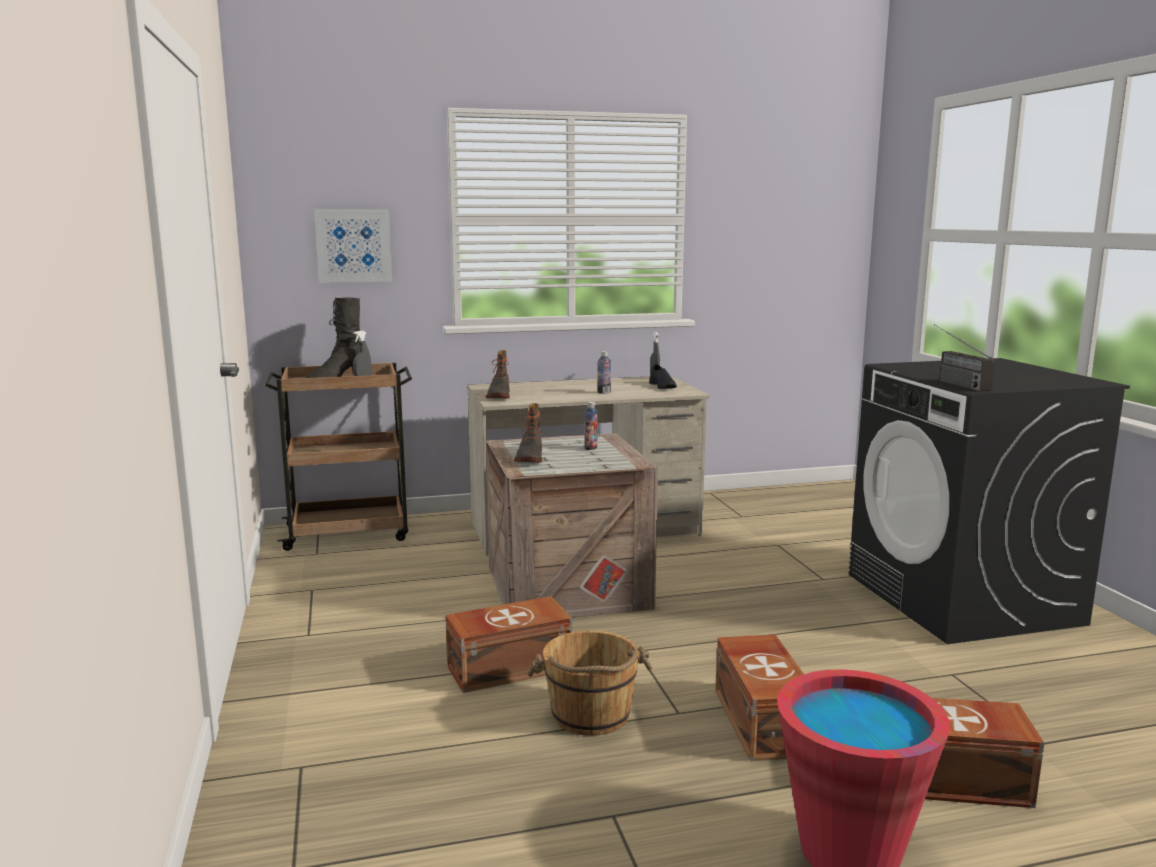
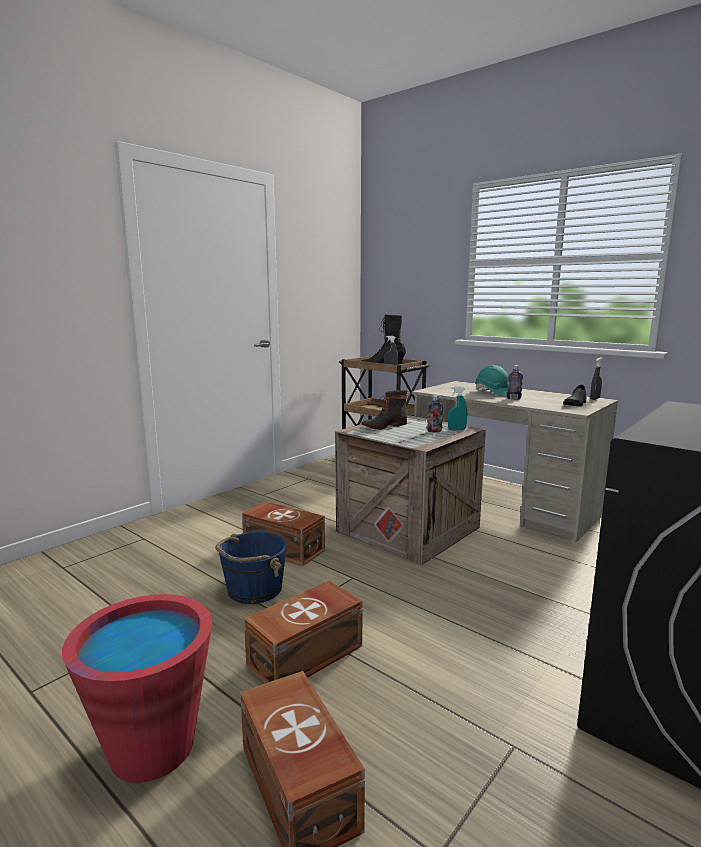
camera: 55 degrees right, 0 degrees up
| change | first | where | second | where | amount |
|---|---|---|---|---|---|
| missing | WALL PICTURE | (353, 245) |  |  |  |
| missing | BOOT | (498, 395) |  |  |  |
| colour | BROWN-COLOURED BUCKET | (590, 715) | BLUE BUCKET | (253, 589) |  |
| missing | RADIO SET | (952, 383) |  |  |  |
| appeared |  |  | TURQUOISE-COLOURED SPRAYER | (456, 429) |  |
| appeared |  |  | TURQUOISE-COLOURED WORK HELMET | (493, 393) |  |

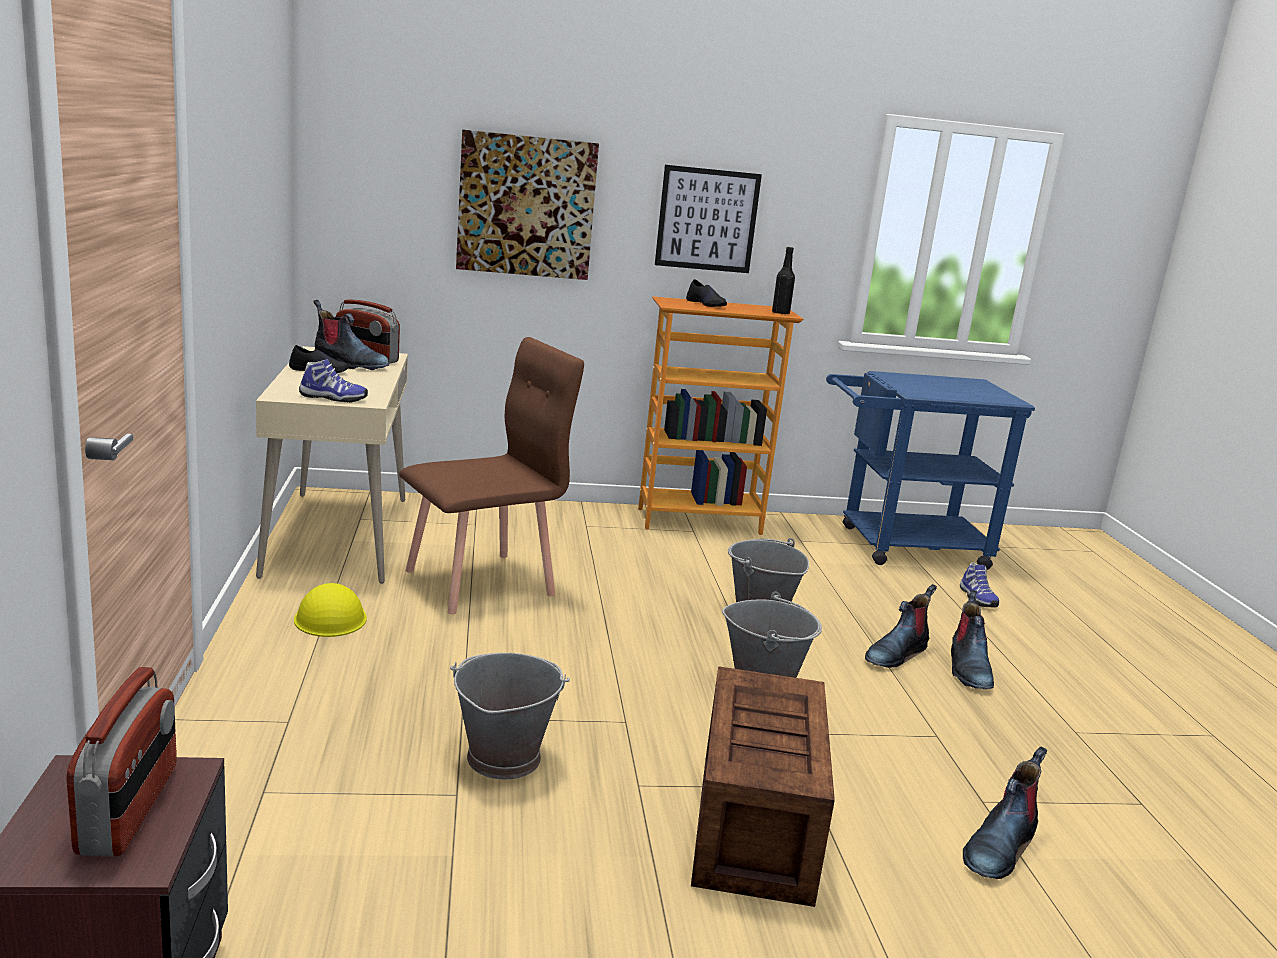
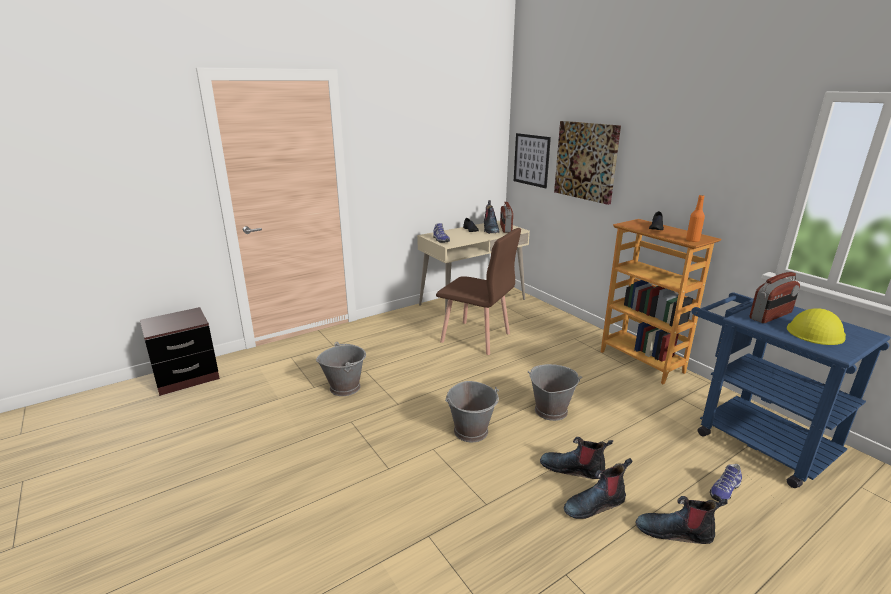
camera: 65 degrees right, 5 degrees up
| change | first | where | second | where | amount |
|---|---|---|---|---|---|
| relocated | RADIO SET | (130, 809) |  | (771, 316) |  |
| relocated | YELLOW-COLOURED WORK HELMET | (330, 617) |  | (815, 332) |  |
| relocated | WALL PICTURE | (707, 219) |  | (531, 160) |  |
| missing | CRATE | (754, 822) |  |  |  |
| colour | BLACK-COLOURED BEVERAGE BOTTLE | (780, 313) | ORANGE-COLOURED BEVERAGE BOTTLE | (692, 240) |  |
| relocated | BOOT | (999, 847) |  | (675, 531) |  |

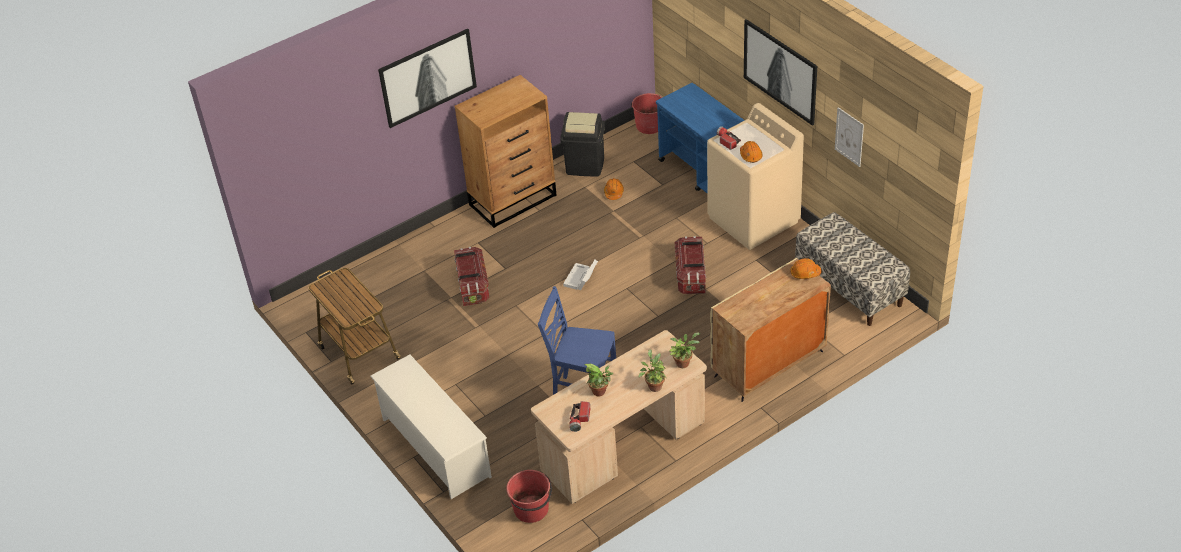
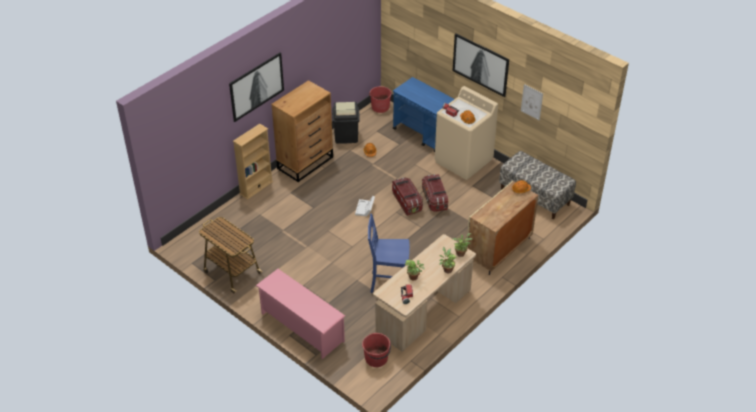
camera: 15 degrees left, 0 degrees up
| change | first | where | second | where | amount |
|---|---|---|---|---|---|
| colour | WHITISH SHOE SHELF | (435, 447) | PINK SHOE SHELF | (301, 327) |  |
| relocated | STORAGE BOX | (472, 285) |  | (407, 202) |  |
| appeared |  |  | BEIGE-COLOURED BOOKSHELF | (256, 188) |  |

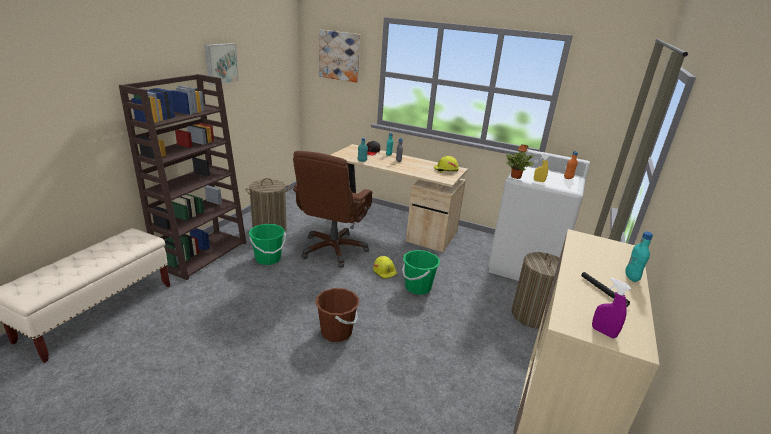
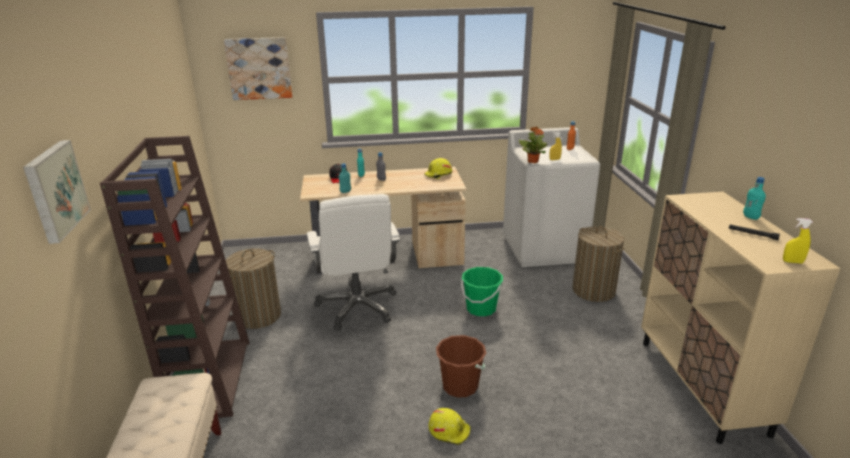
camera: 30 degrees left, 0 degrees up
| change | first | where | second | where | amount |
|---|---|---|---|---|---|
| relocated | WALL PICTURE | (220, 63) |  | (54, 190) |  |
| missing | GREEN-COLOURED BUCKET | (268, 259) |  |  |  |
| colour | BROWN-COLOURED DESK CHAIR | (333, 249) | WHITISH DESK CHAIR | (358, 307) |  |
| relocated | YELLOW-COLOURED WORK HELMET | (385, 271) |  | (449, 430) |  |
| colour | PURPLE SPRAYER | (603, 332) | YELLOW-COLOURED SPRAYER | (792, 262) |  |

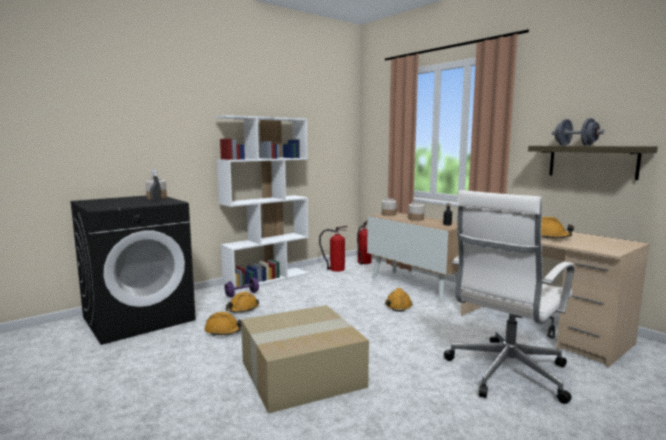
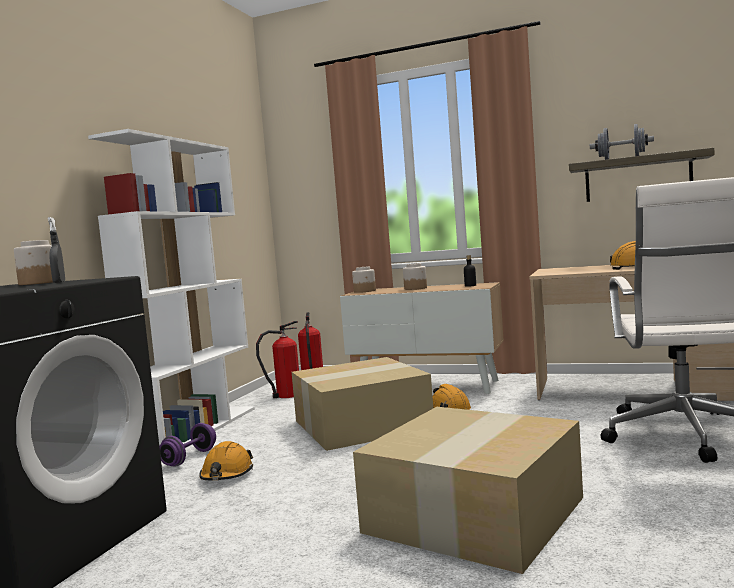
camera: 30 degrees left, 5 degrees down
| change | first | where | second | where | amount |
|---|---|---|---|---|---|
| missing | ORANGE-COLOURED WORK HELMET | (224, 331) |  |  |  |
| appeared |  |  | PACKING BOX | (363, 424) |  |

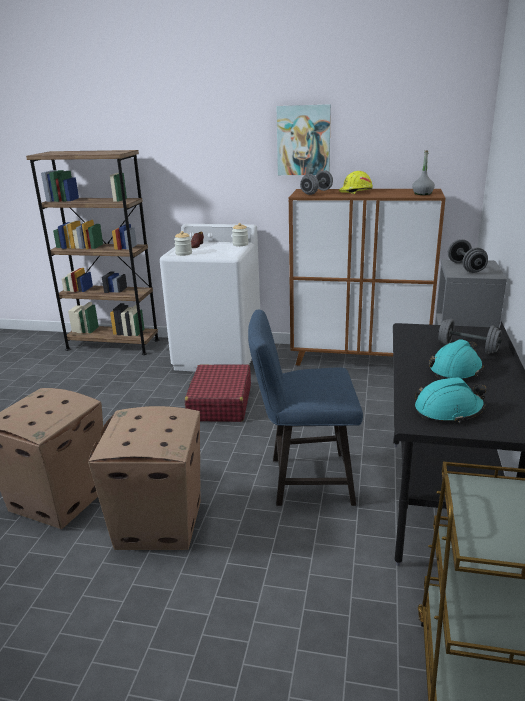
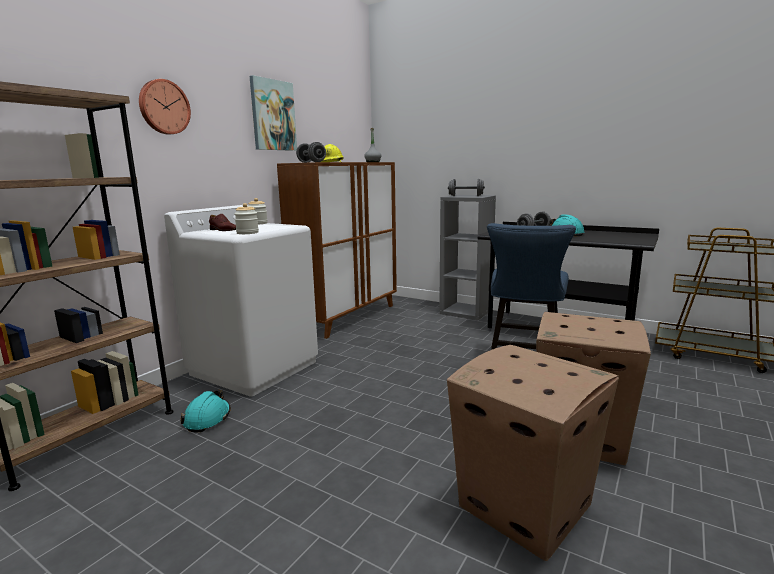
camera: 70 degrees left, 10 degrees down
| change | first | where | second | where | amount |
|---|---|---|---|---|---|
| missing | REDDISH SUITCASE | (220, 403) |  |  |  |
| relocated | TURQUOISE-COLOURED WORK HELMET | (448, 410) |  | (207, 418) |  |
| appeared |  |  | WALL CLOCK | (163, 107) |  |

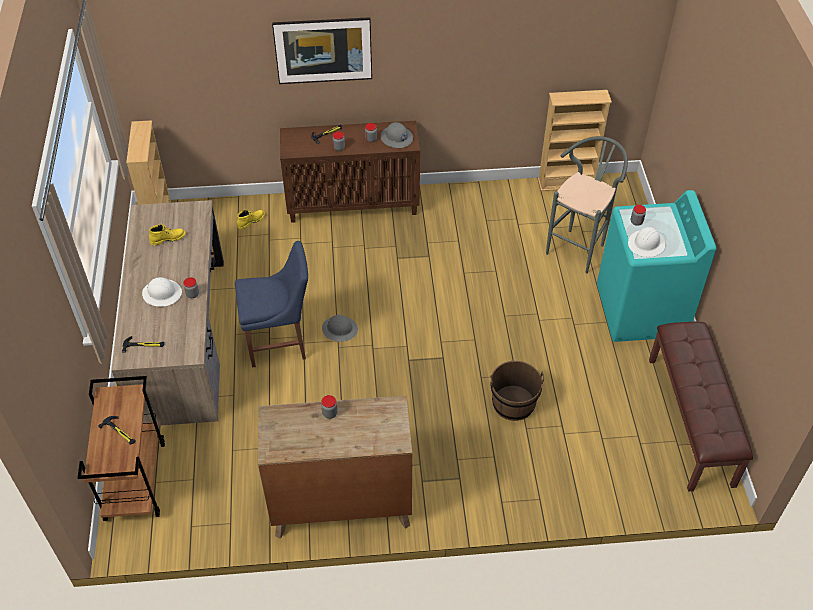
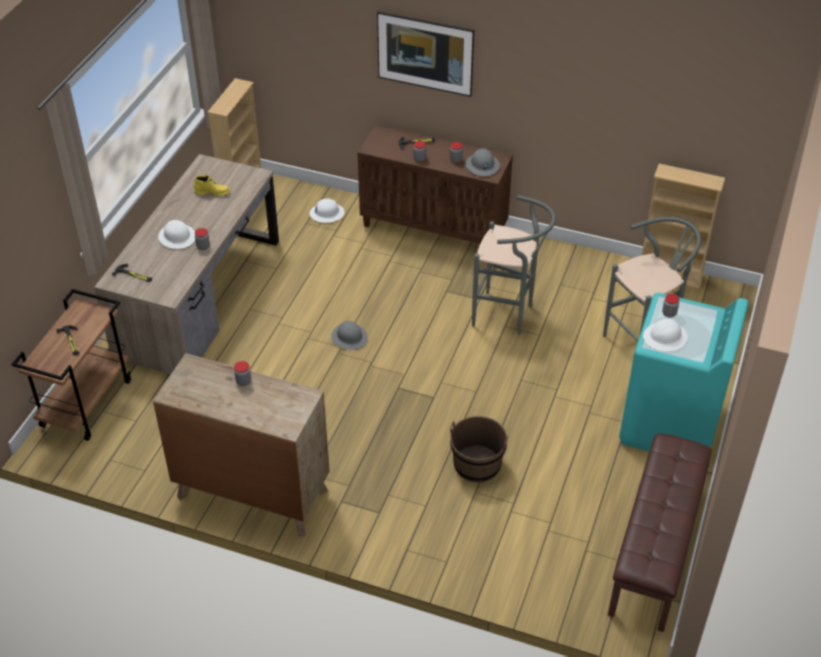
camera: 25 degrees right, 5 degrees down
| change | first | where | second | where | amount |
|---|---|---|---|---|---|
| missing | BLUE UPRIGHT CHAIR | (280, 343) |  |  |  |
| exchanged | YELLOW-COLOURED BOOT | (251, 221) | WHITISH WORK HELMET | (327, 213) |  |
| appeared |  |  | GRAY STOOL | (508, 316) |  |

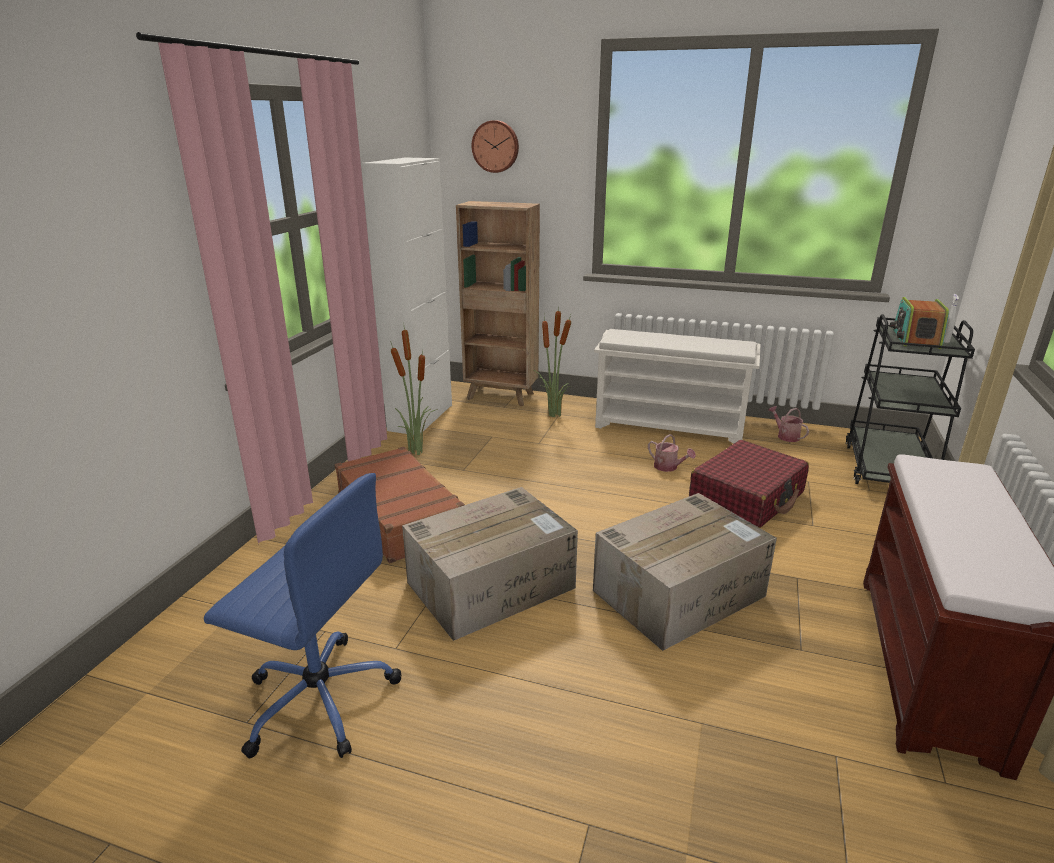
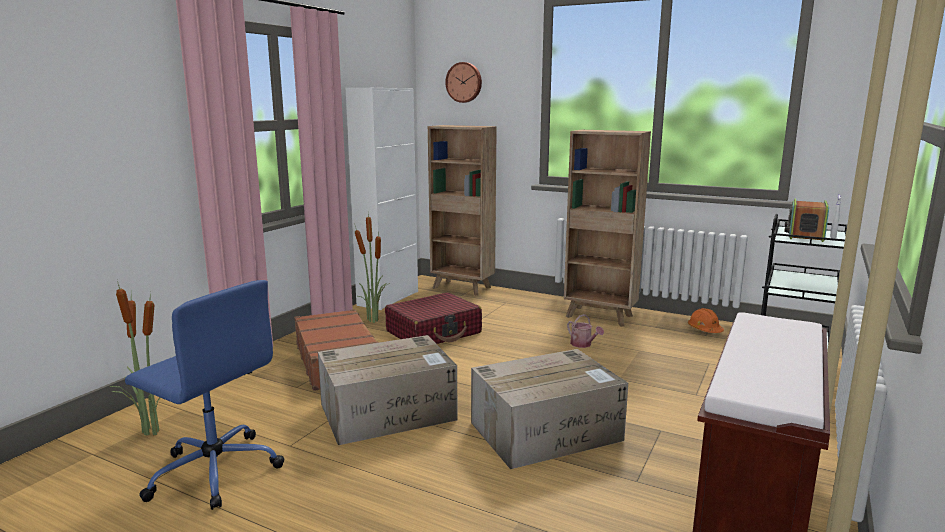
camera: 10 degrees right, 10 degrees down
| change | first | where | second | where | amount |
|---|---|---|---|---|---|
| relocated | HOUSEPLANT | (553, 415) |  | (149, 432) |  |
| exchanged | WHITISH SHOE SHELF | (670, 426) | BROWN-COLOURED BOOKSHELF | (600, 317) |  |
| relocated | REDDISH SUITCASE | (747, 497) |  | (434, 332) |  |
| exchanged | SPRINKLING CAN | (785, 436) | ORANGE-COLOURED WORK HELMET | (704, 329) |  |

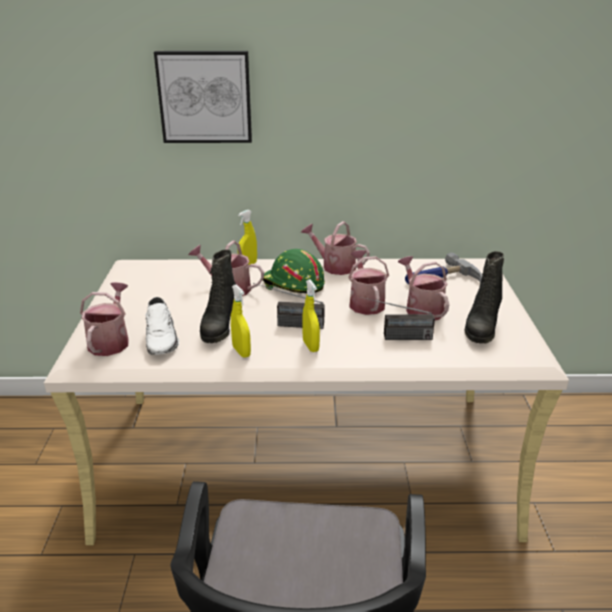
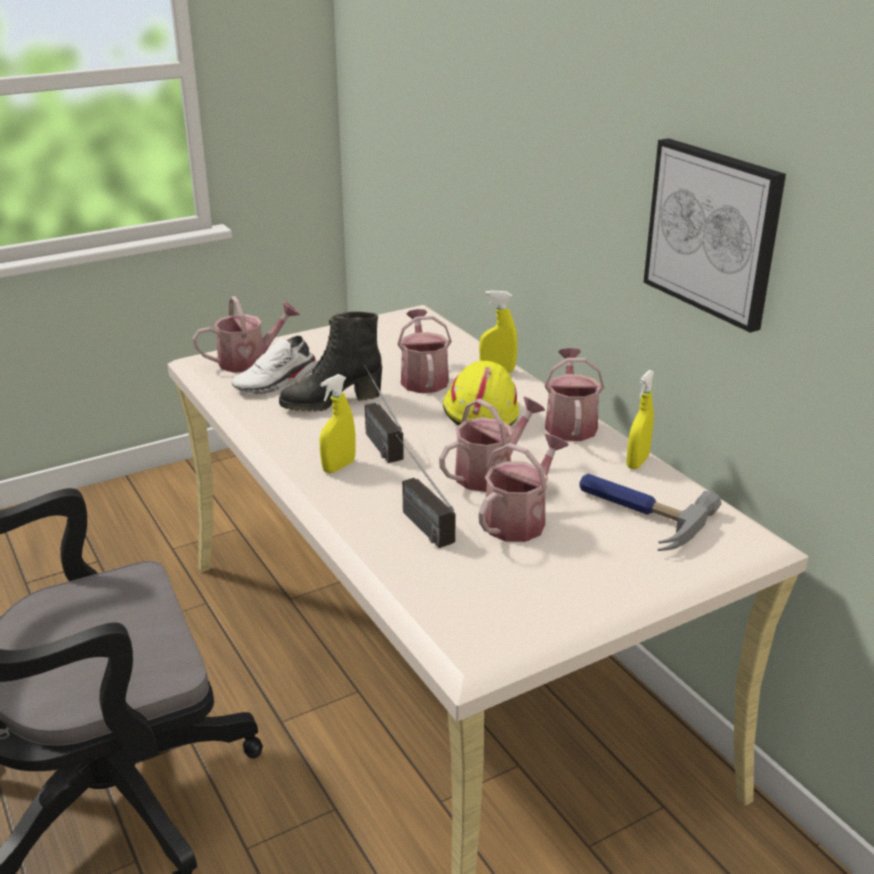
camera: 60 degrees right, 0 degrees up
| change | first | where | second | where | amount |
|---|---|---|---|---|---|
| relocated | WALL PICTURE | (205, 97) |  | (713, 232) |  |
| relocated | YELLOW-COLOURED SPRAYER | (241, 352) |  | (637, 462) |  |
| colour | GREEN-COLOURED WORK HELMET | (293, 285) | YELLOW-COLOURED WORK HELMET | (479, 412) |  |
| missing | BLACK-COLOURED BOOT | (481, 327) |  |  |  |

